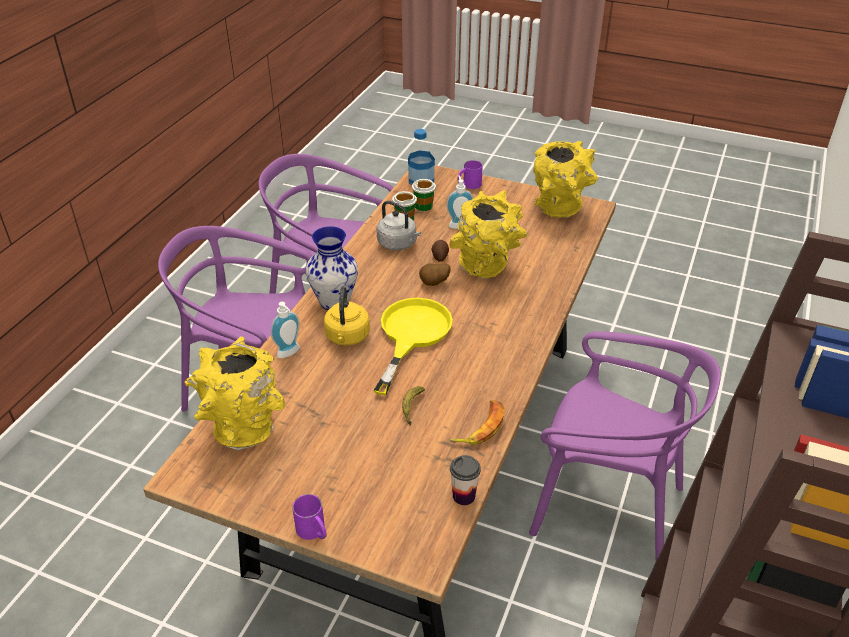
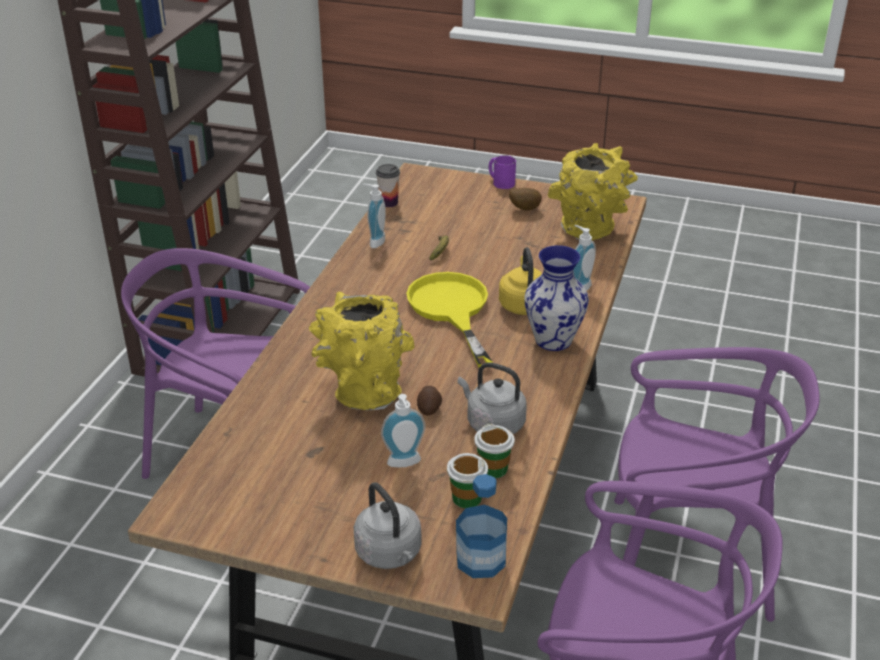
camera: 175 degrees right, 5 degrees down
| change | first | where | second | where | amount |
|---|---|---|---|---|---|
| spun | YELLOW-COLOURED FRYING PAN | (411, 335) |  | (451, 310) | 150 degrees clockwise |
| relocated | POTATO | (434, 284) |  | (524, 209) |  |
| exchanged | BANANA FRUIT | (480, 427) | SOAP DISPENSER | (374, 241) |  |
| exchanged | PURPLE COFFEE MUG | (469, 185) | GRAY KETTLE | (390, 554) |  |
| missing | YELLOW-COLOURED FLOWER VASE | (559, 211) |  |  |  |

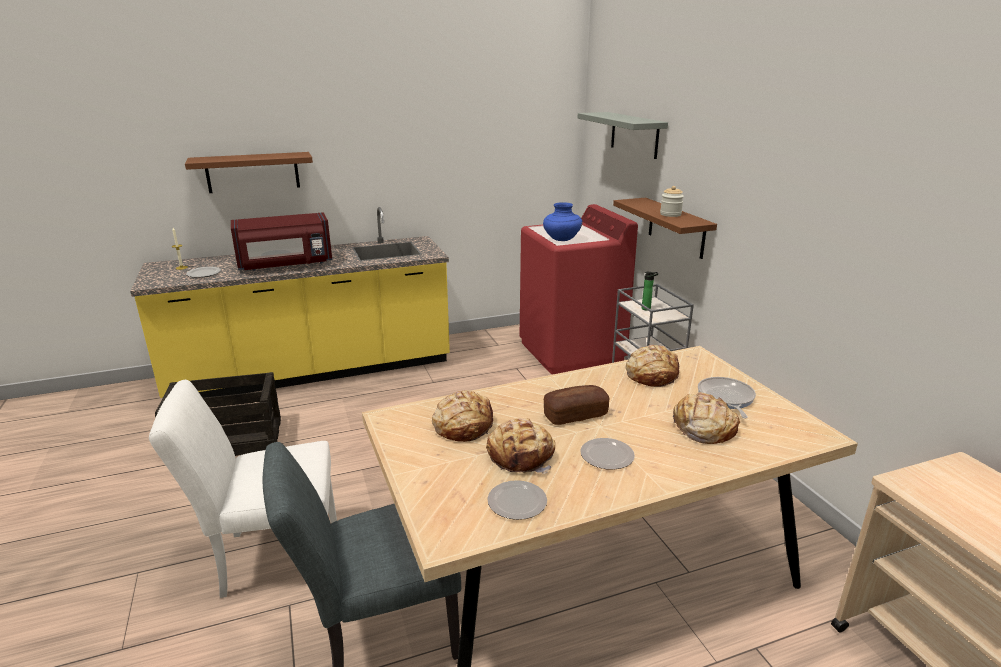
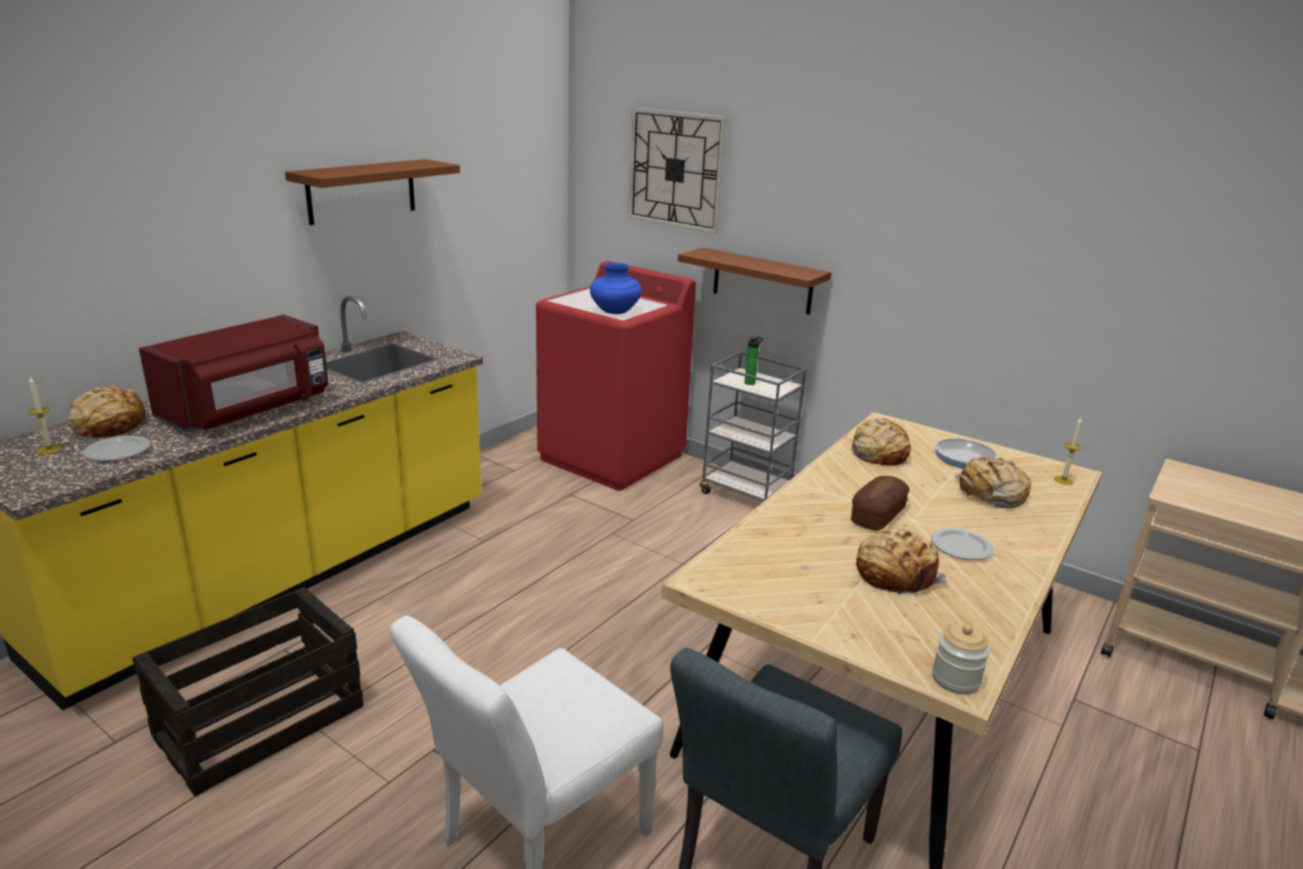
camera: 35 degrees left, 0 degrees up
| change | first | where | second | where | amount |
|---|---|---|---|---|---|
| relocated | BROWN-COLOURED WALL SHELF | (252, 172) |  | (362, 191) |  |
| relocated | BAKERY BREAD | (463, 425) |  | (109, 424) |  |
| missing | PLATE | (516, 502) |  |  |  |
| exchanged | GRAY WALL SHELF | (634, 134) | WALL CLOCK | (676, 170) |  |
| relocated | JAR | (670, 214) |  | (955, 679) |  |
| appeared |  |  | WAX LIGHT | (1063, 480) |  |

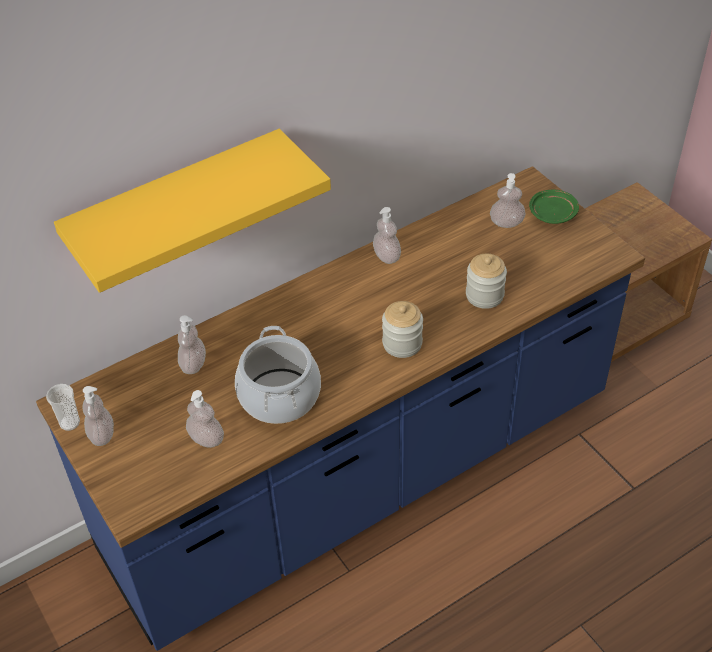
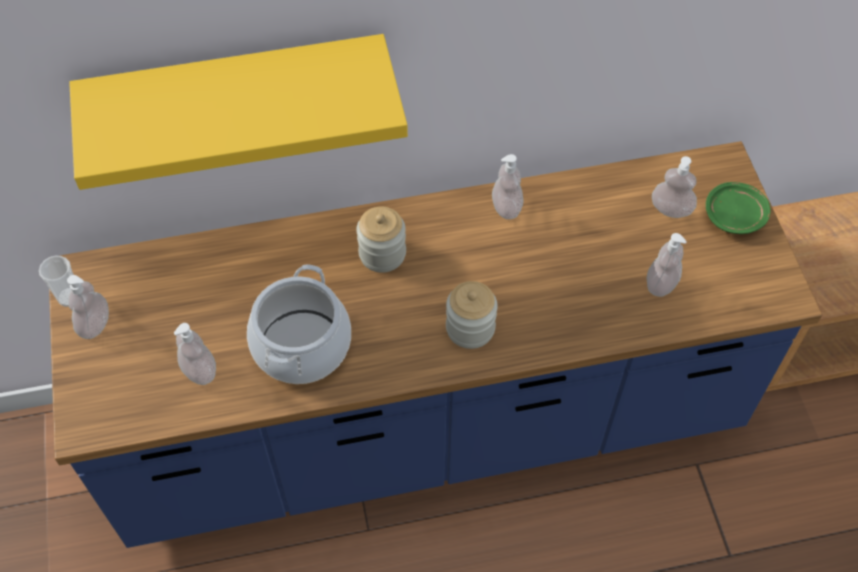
camera: 20 degrees right, 10 degrees up
| change | first | where | second | where | amount |
|---|---|---|---|---|---|
| relocated | SOAP DISPENSER | (193, 365) |  | (661, 284) |  |
| relocated | JAR | (484, 295) |  | (382, 254) |  |

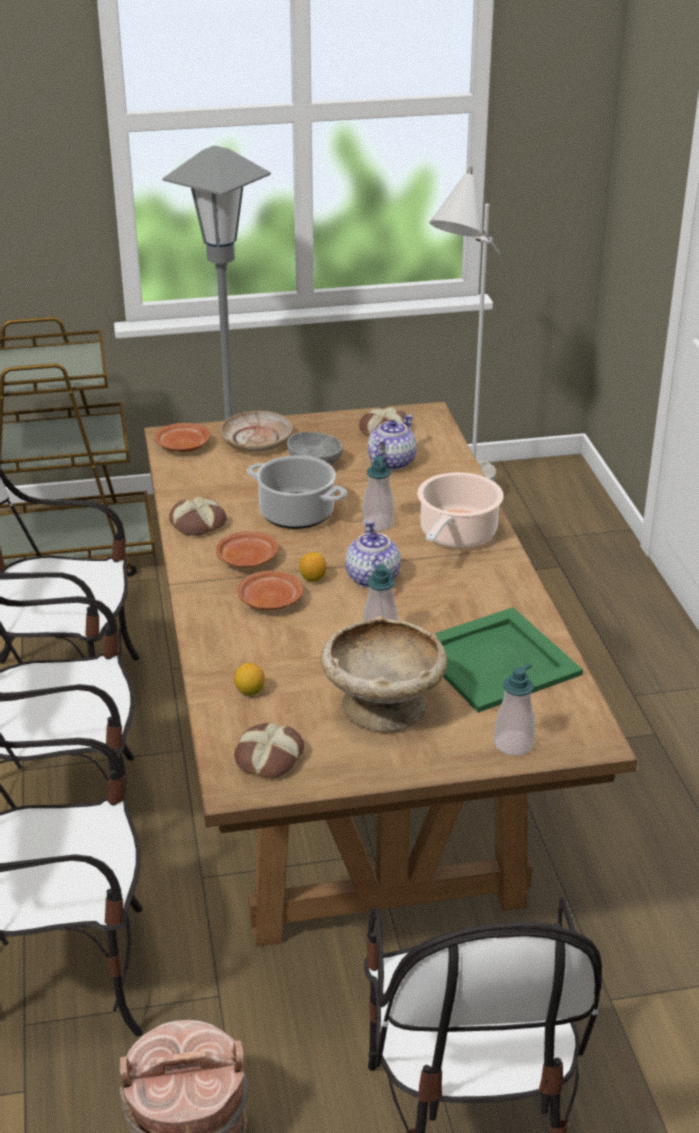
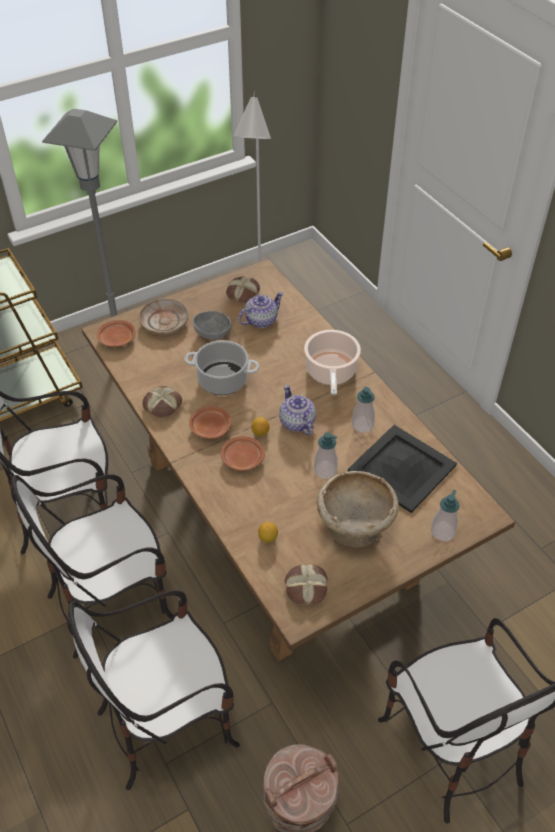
camera: 20 degrees left, 15 degrees up
| change | first | where | second | where | amount |
|---|---|---|---|---|---|
| relocated | SOAP DISPENSER | (378, 523) |  | (362, 425) |  |
| spun | POT FOR TEA | (390, 462) |  | (260, 320) | 45 degrees clockwise |
| colour | GREEN-COLOURED SERVING TRAY | (496, 659) | BLACK-COLOURED SERVING TRAY | (402, 467) |  |

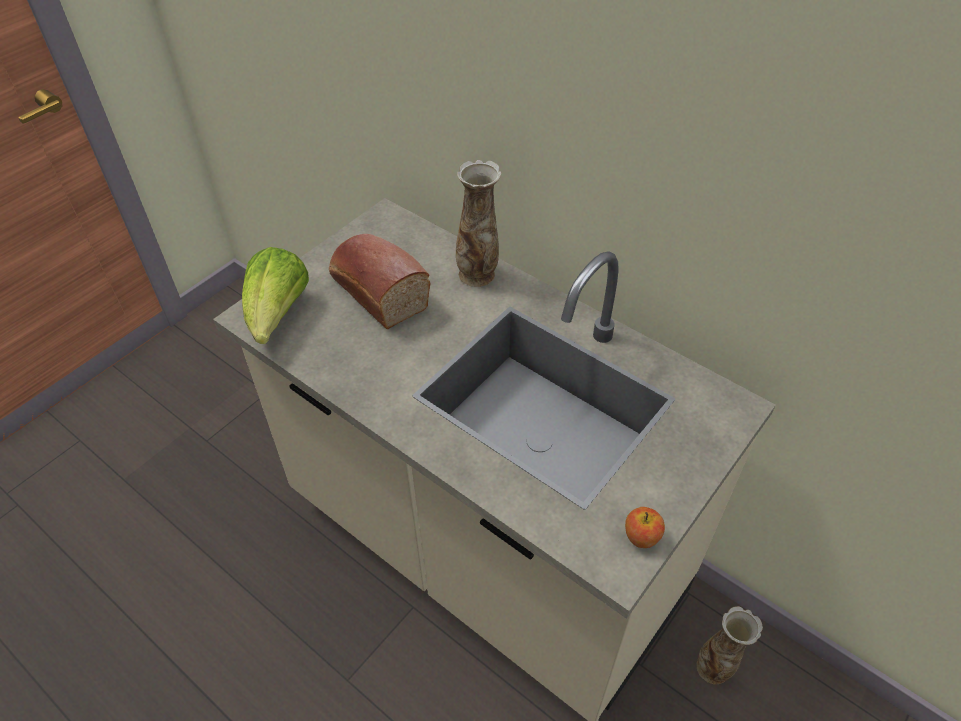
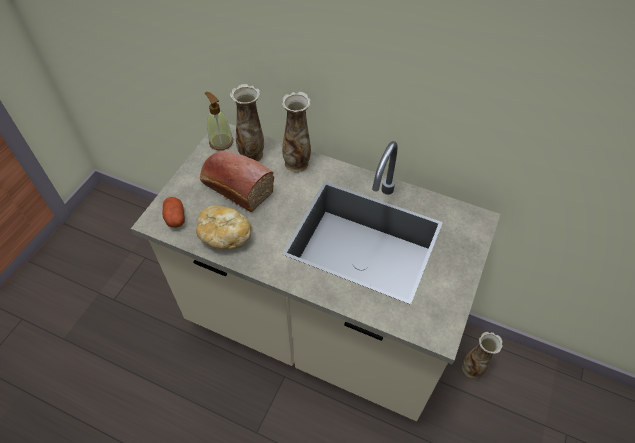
camera: 15 degrees left, 5 degrees up
| change | first | where | second | where | amount |
|---|---|---|---|---|---|
| exchanged | LETTUCE HEAD | (278, 316) | POTATO | (175, 217) |  |
| missing | APPLE FRUIT | (641, 536) |  |  |  |
| appeared |  |  | BAKERY BREAD | (225, 235) |  |
| appeared |  |  | SOAP DISPENSER | (221, 142) |  |
| appeared |  |  | FLOWER VASE | (252, 155) |  |

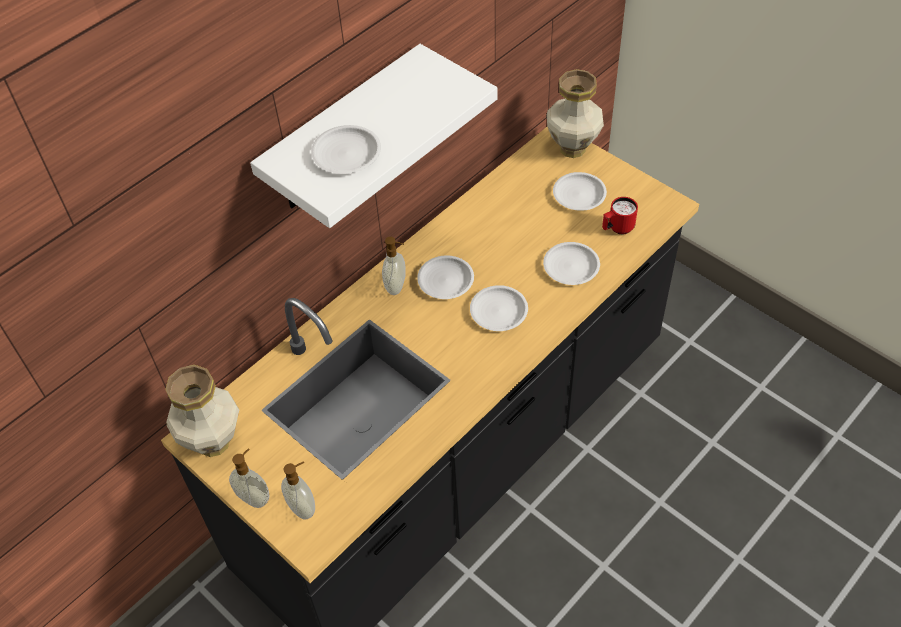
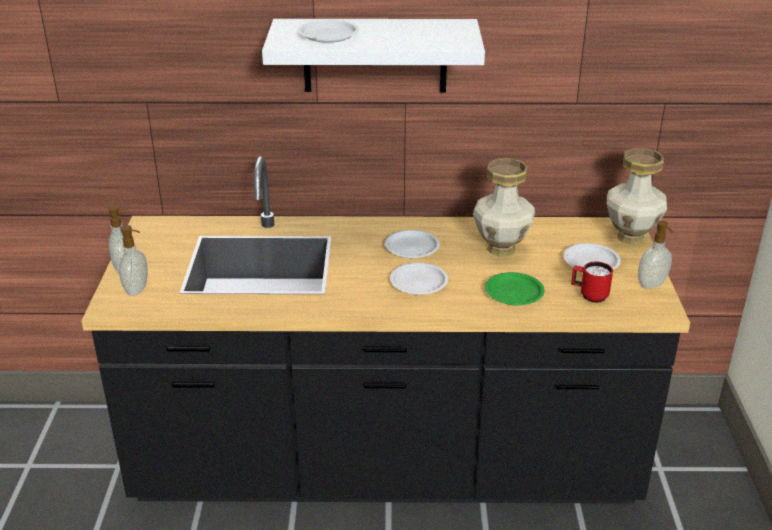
camera: 45 degrees right, 20 degrees down
| change | first | where | second | where | amount |
|---|---|---|---|---|---|
| relocated | FLOWER VASE | (213, 442) |  | (501, 248) |  |
| relocated | SOAP DISPENSER | (396, 286) |  | (652, 285) |  |
| colour | WHITISH PLATE | (571, 266) | GREEN-COLOURED PLATE | (514, 293) |  |

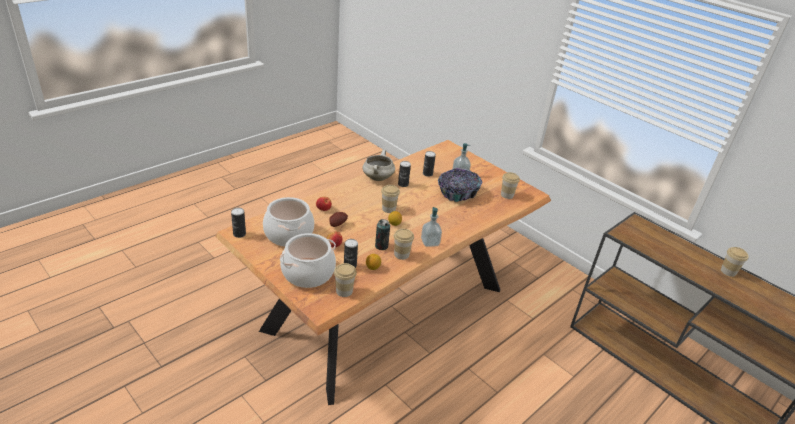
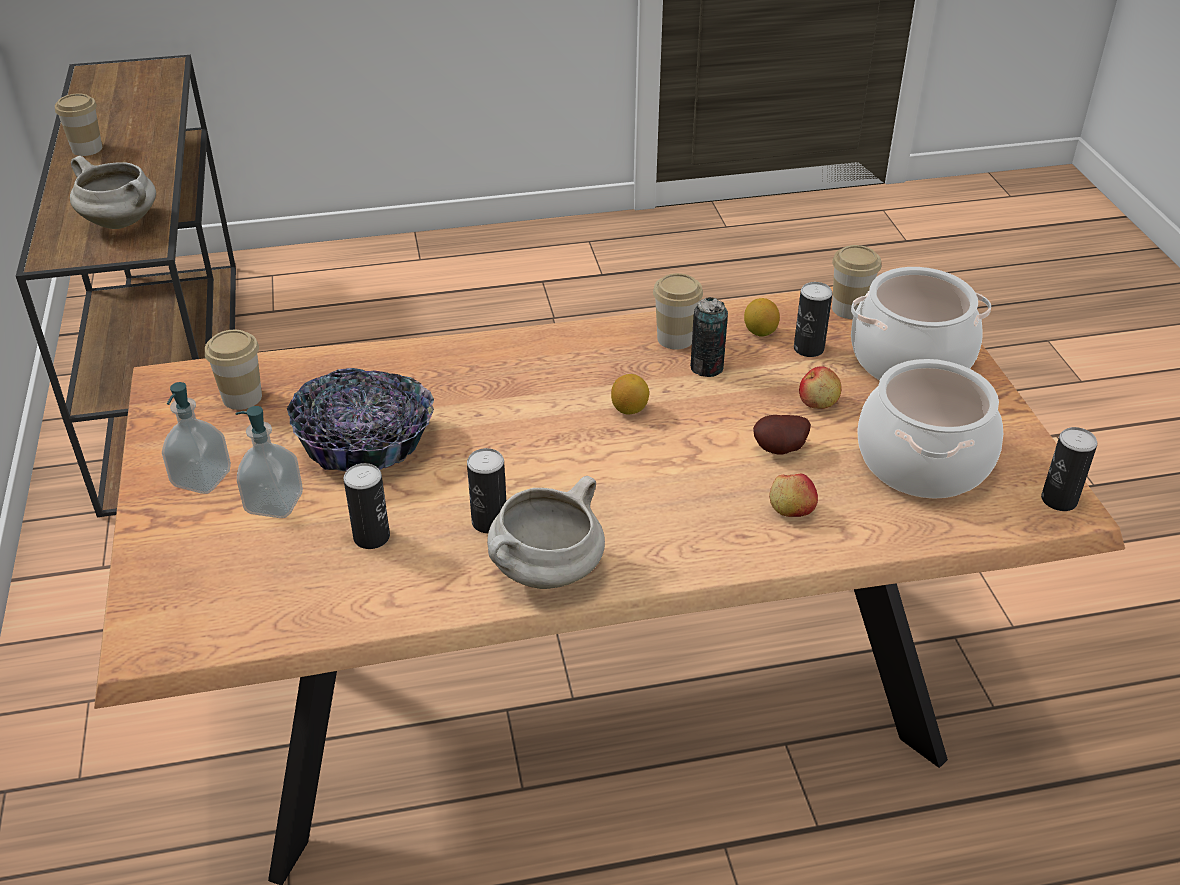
camera: 145 degrees left, 5 degrees up
| change | first | where | second | where | amount |
|---|---|---|---|---|---|
| missing | SMALL CUP | (388, 209) |  |  |  |
| relocated | SOAP DISPENSER | (430, 242) |  | (202, 478) |  |
| appeared |  |  | WHITISH SAUCEPOT | (122, 222) |  |

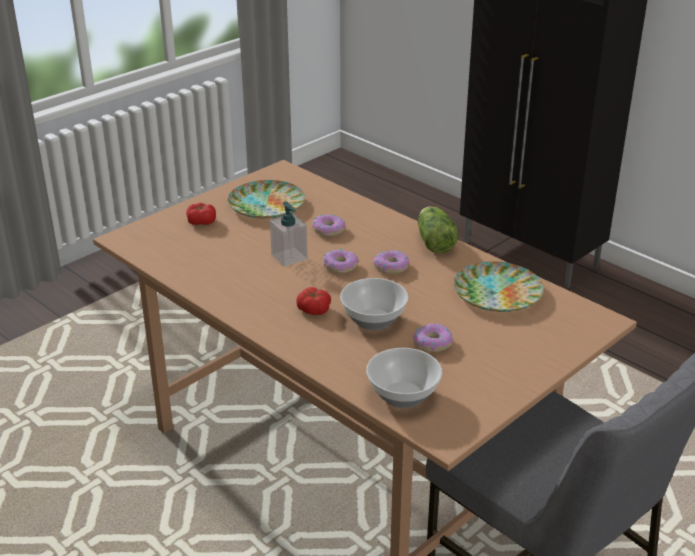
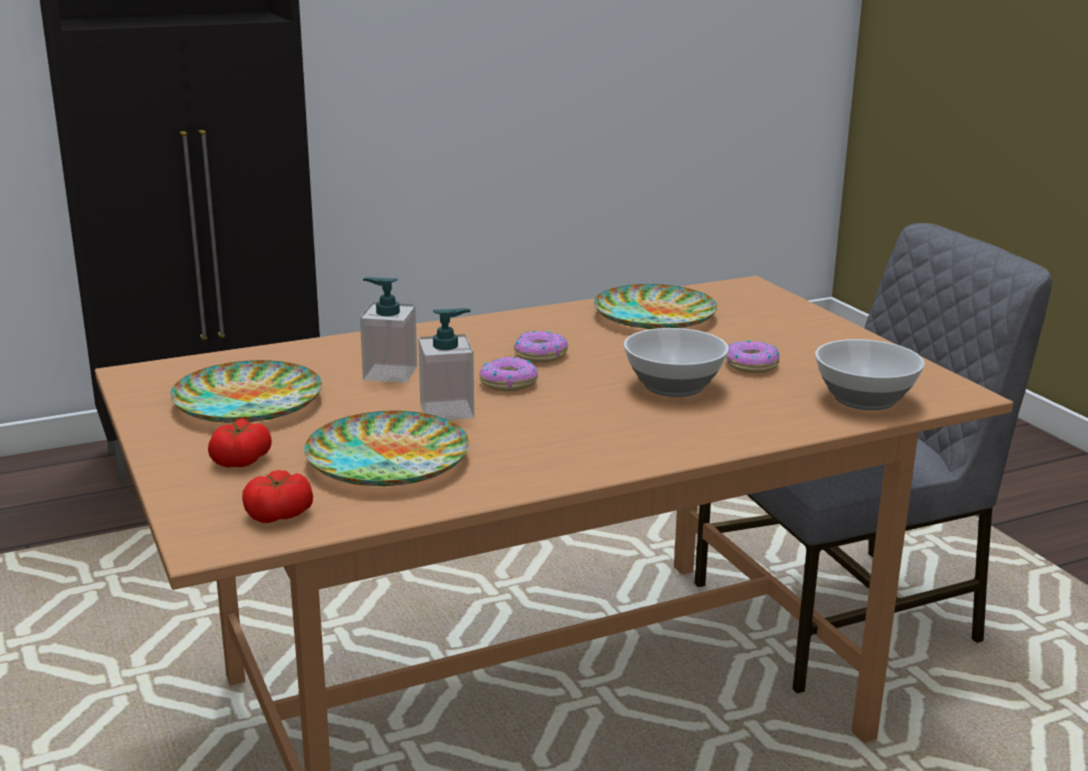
camera: 70 degrees left, 10 degrees down
| change | first | where | second | where | amount |
|---|---|---|---|---|---|
| relocated | FRESH TOMATO | (313, 309) |  | (279, 514) |  |
| exchanged | RING DOUGHNUT | (328, 230) | SOAP DISPENSER | (390, 373) |  |
| missing | LETTUCE HEAD | (434, 241) |  |  |  |
| appeared |  |  | PLATE | (387, 460) |  |

